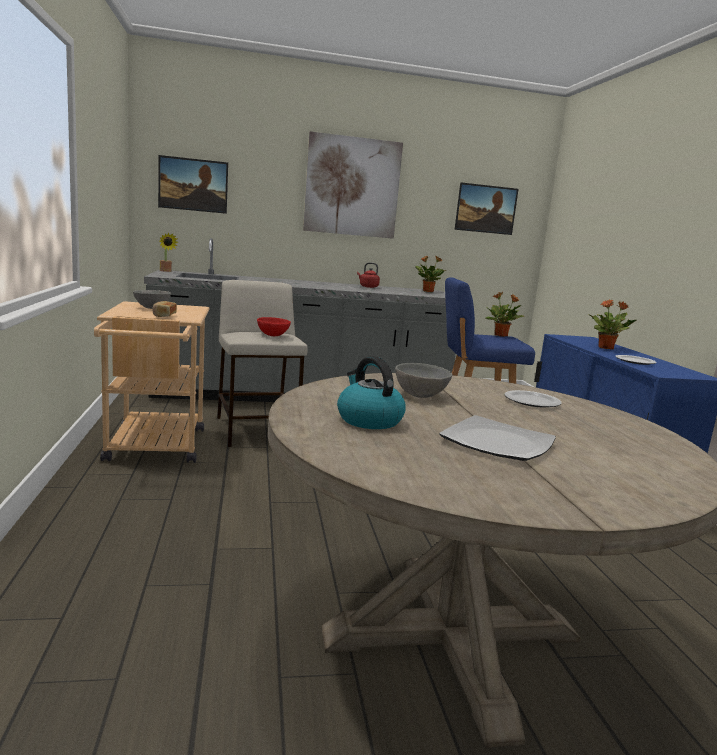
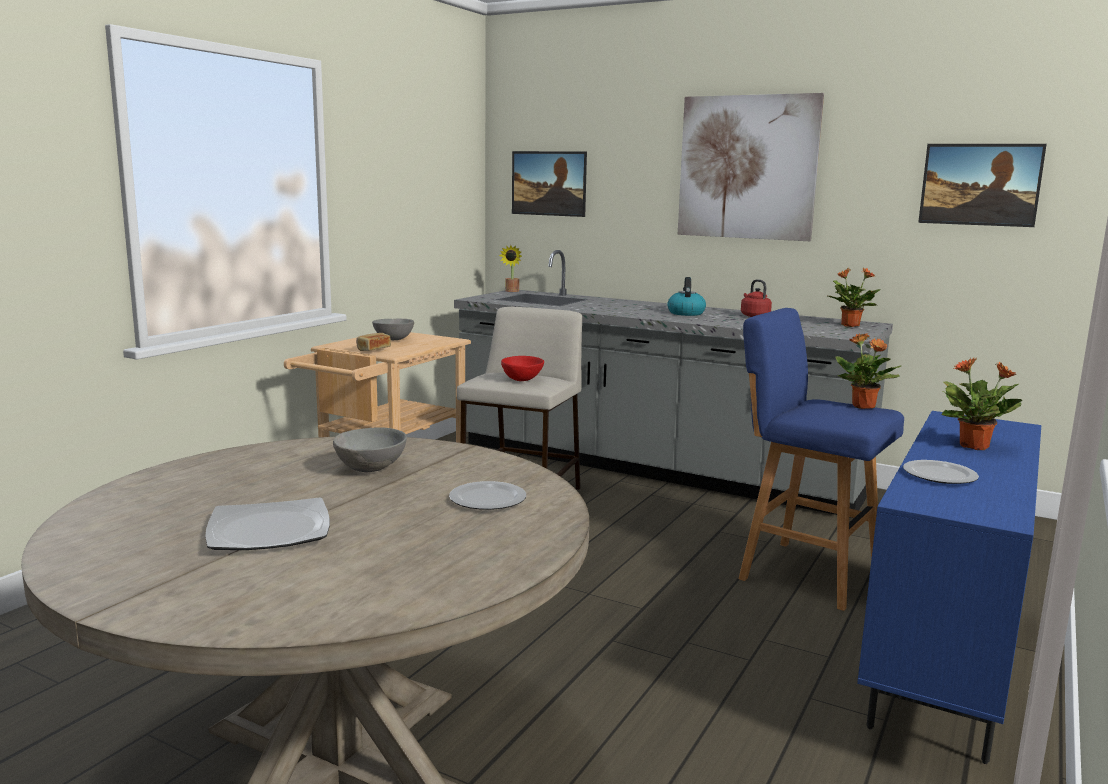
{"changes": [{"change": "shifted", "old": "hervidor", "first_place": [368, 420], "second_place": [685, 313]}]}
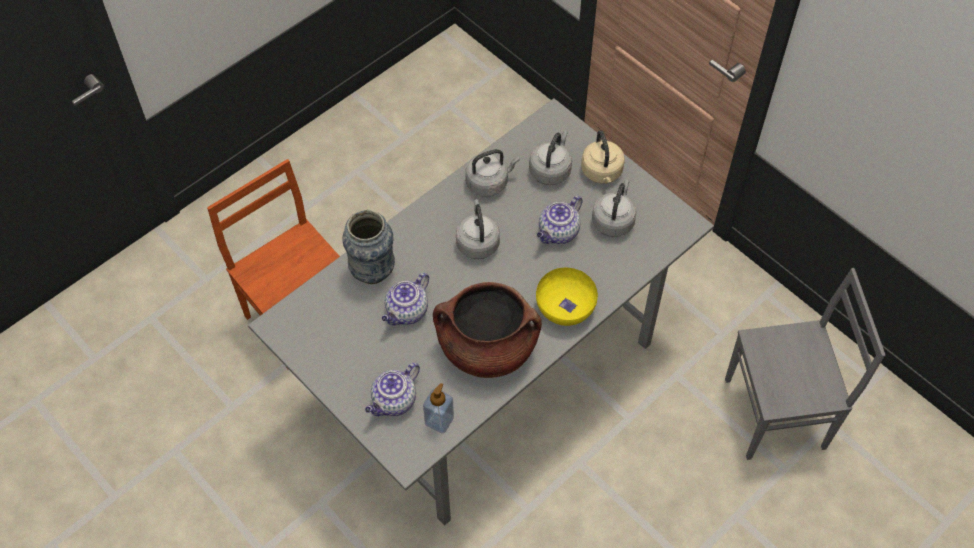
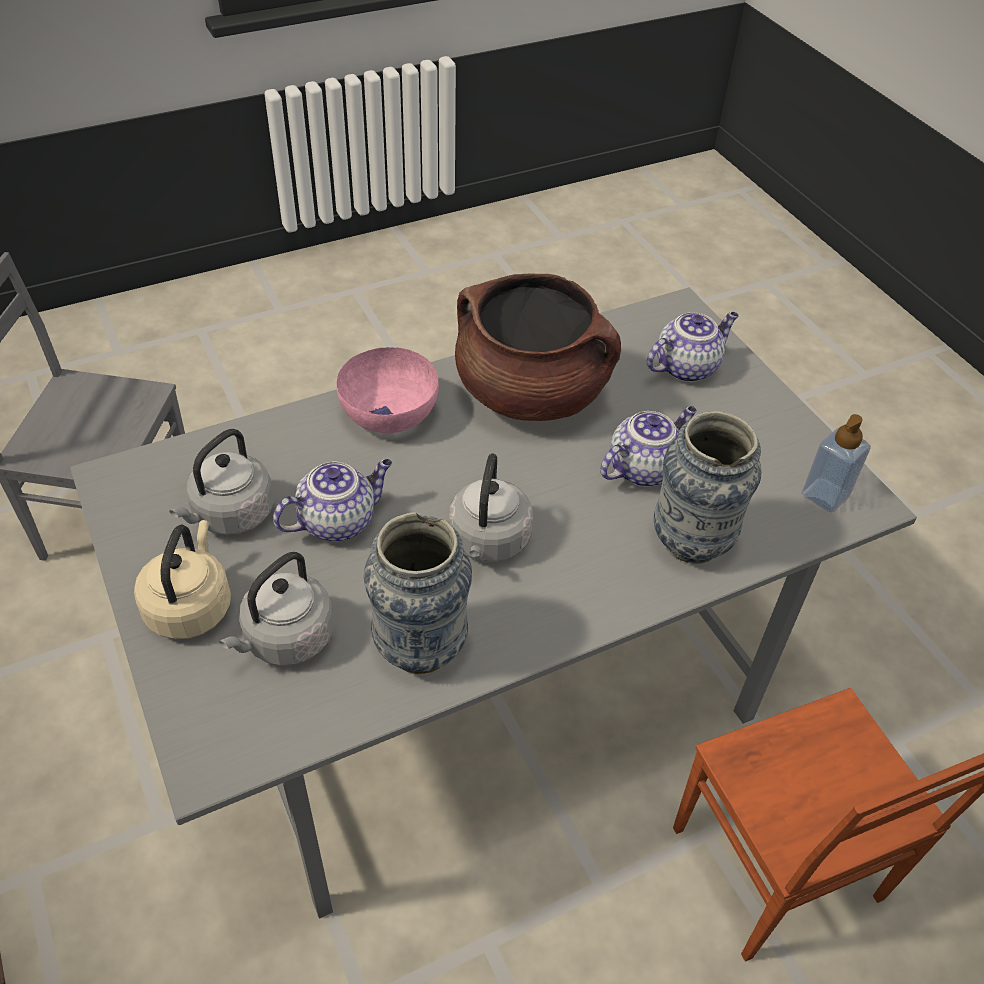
{"changes": [{"change": "swapped", "old": "hervidor/gris", "new": "florero", "first_place": [489, 182], "second_place": [420, 648]}, {"change": "repainted", "old": "cuenco/amarillo", "new": "cuenco/rosa", "first_place": [564, 307], "second_place": [390, 414]}, {"change": "shifted", "old": "dispensador de jabón", "first_place": [439, 420], "second_place": [825, 495]}]}
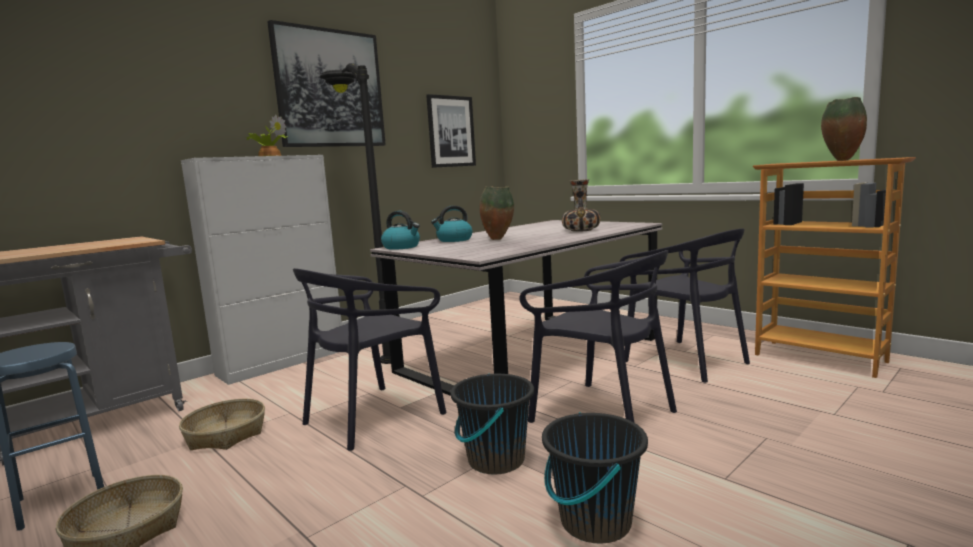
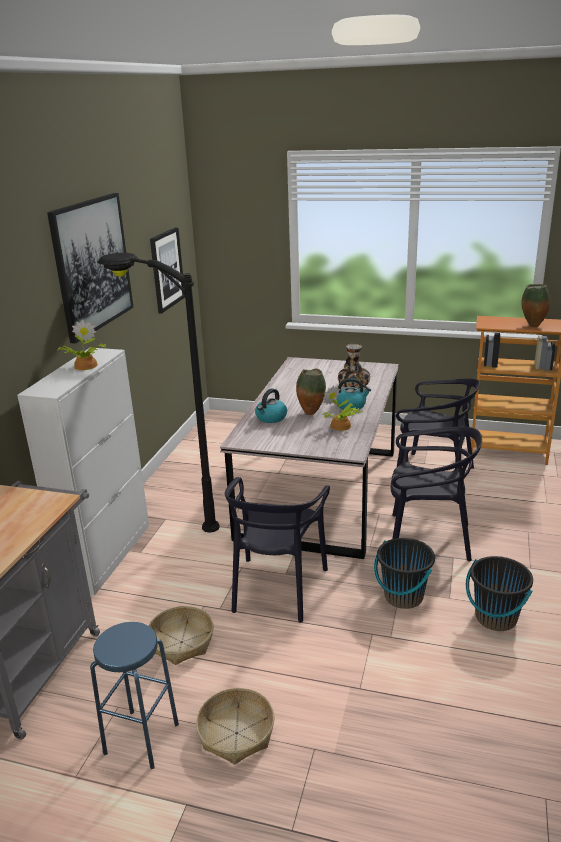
{"changes": [{"change": "shifted", "old": "hervidor", "first_place": [402, 247], "second_place": [351, 405]}, {"change": "new", "new": "planta en maceta", "second_place": [340, 426]}]}
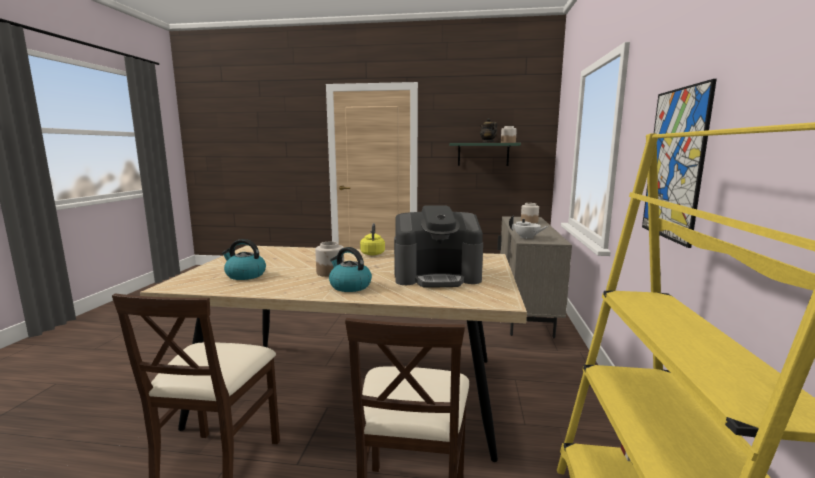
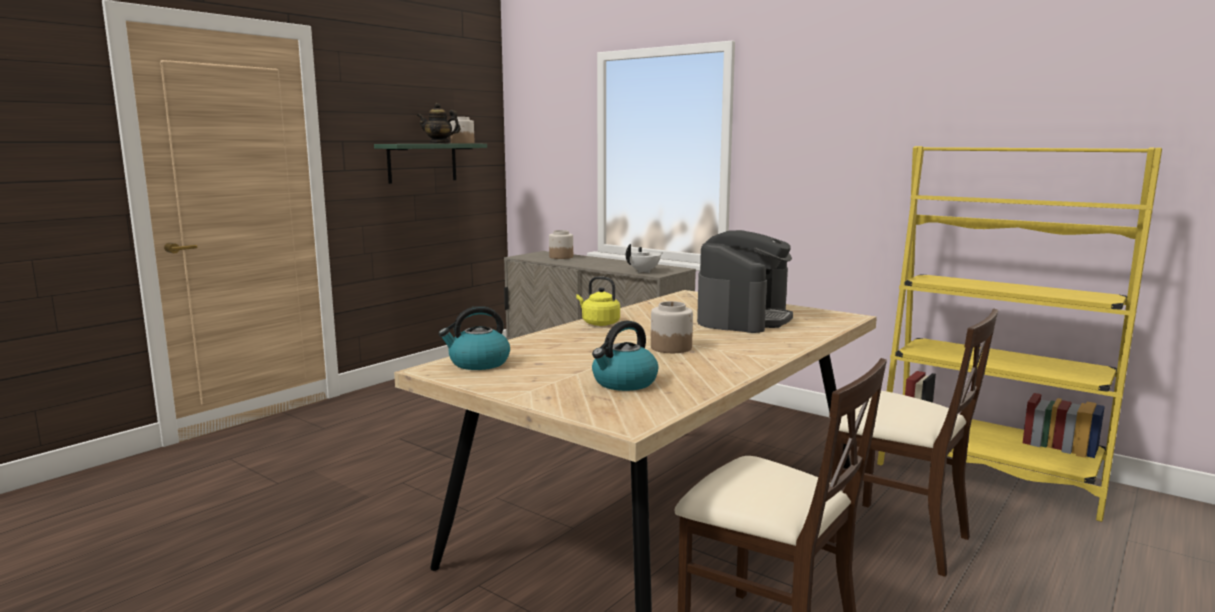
{"changes": [{"change": "gone", "old": "cuadro", "first_place": [675, 164]}, {"change": "shifted", "old": "hervidor", "first_place": [349, 286], "second_place": [478, 363]}]}
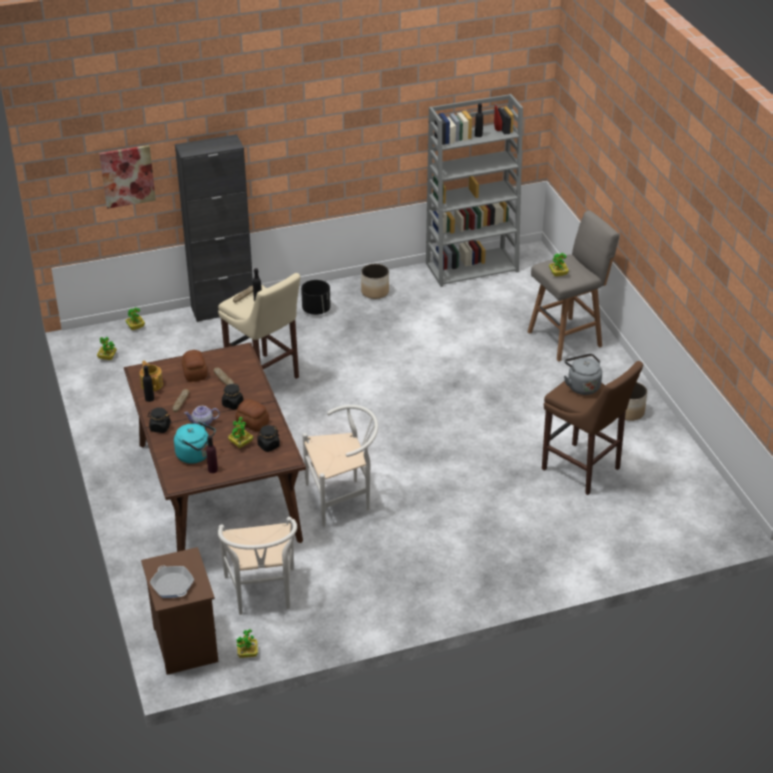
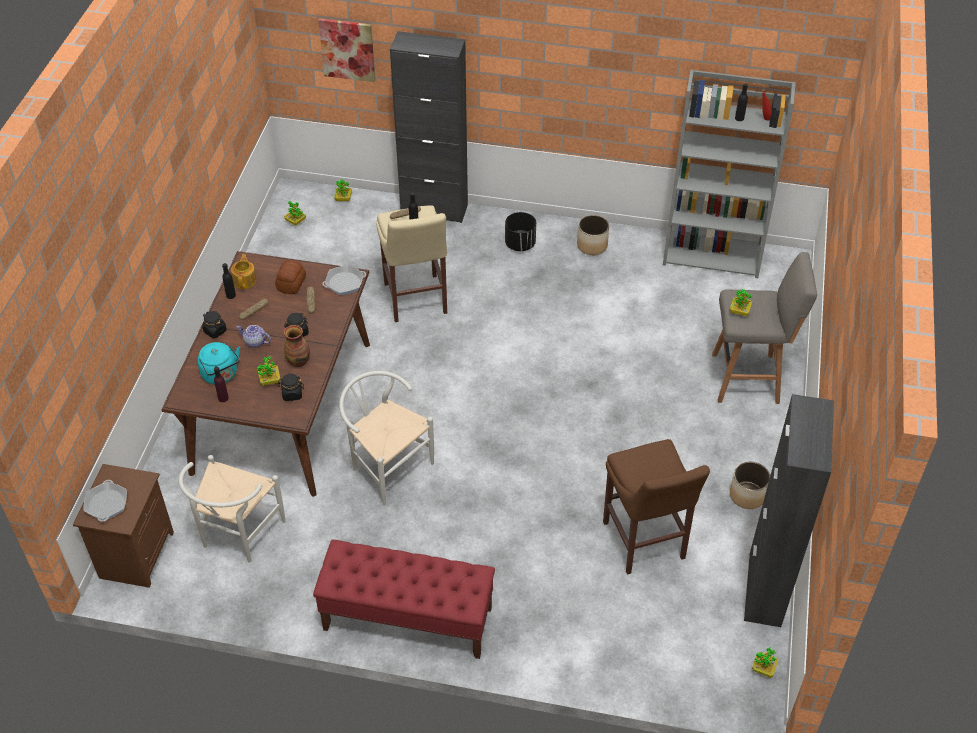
{"changes": [{"change": "gone", "old": "hervidor/gris", "first_place": [582, 386]}, {"change": "swapped", "old": "pan", "new": "florero", "first_place": [252, 422], "second_place": [299, 361]}, {"change": "rotated", "old": "silla/blanco", "first_place": [343, 499], "second_place": [386, 466], "degrees": -150}, {"change": "shifted", "old": "planta en maceta", "first_place": [247, 653], "second_place": [763, 669]}, {"change": "new", "new": "sartén", "second_place": [344, 283]}, {"change": "new", "new": "armario/negro", "second_place": [764, 589]}, {"change": "new", "new": "banco/rojo", "second_place": [407, 619]}]}
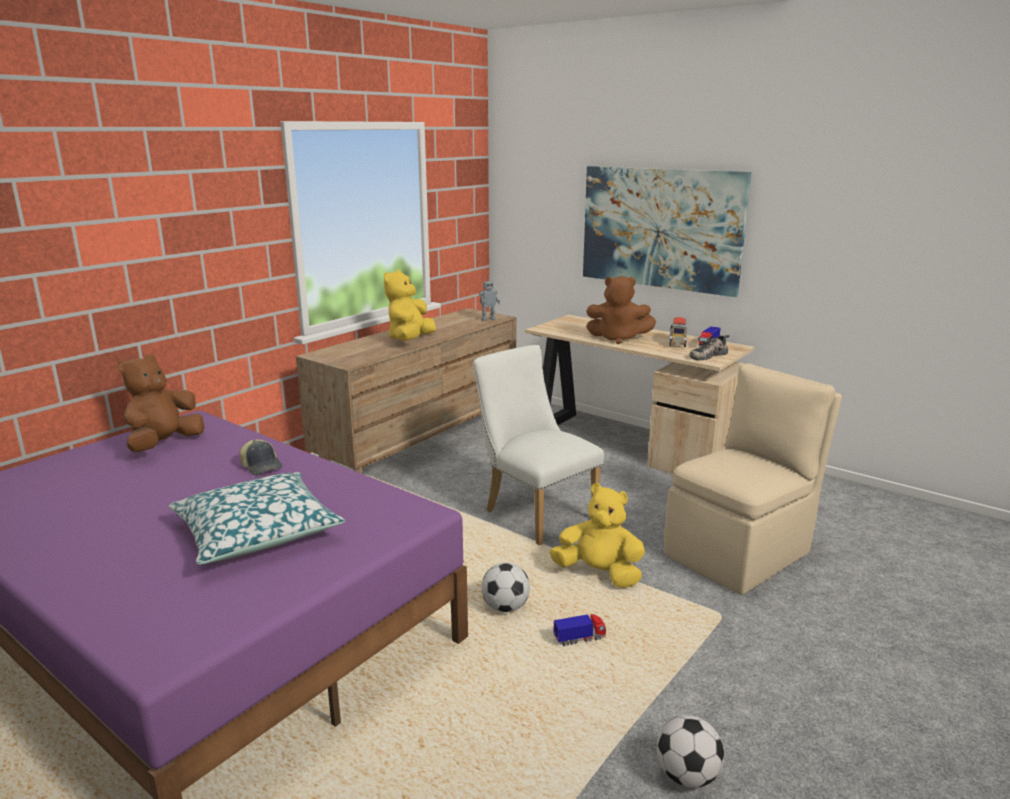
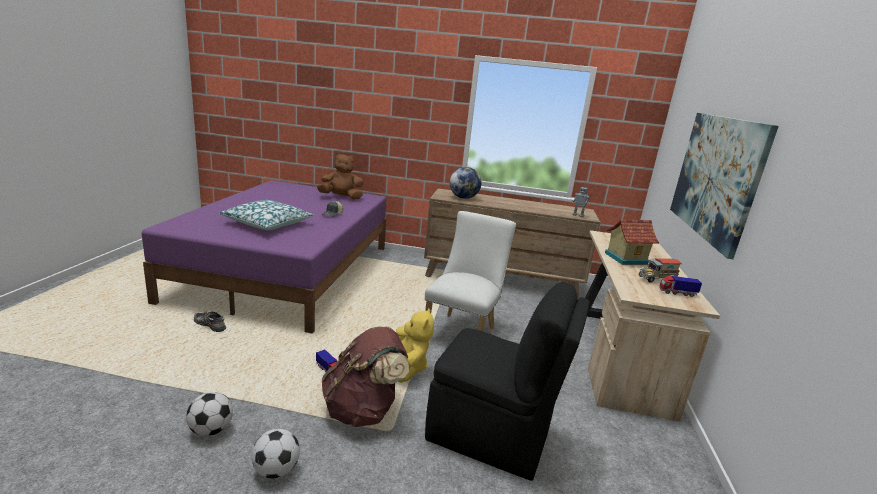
{"changes": [{"change": "gone", "old": "peluche/amarillo", "first_place": [410, 340]}, {"change": "swapped", "old": "peluche/marrón", "new": "casita", "first_place": [618, 338], "second_place": [625, 258]}, {"change": "shifted", "old": "zapato", "first_place": [707, 355], "second_place": [211, 324]}, {"change": "repainted", "old": "silla/beis", "new": "silla/negro", "first_place": [740, 552], "second_place": [492, 434]}, {"change": "shifted", "old": "balón de fútbol", "first_place": [505, 607], "second_place": [276, 470]}, {"change": "new", "new": "globo terráqueo", "second_place": [463, 198]}, {"change": "new", "new": "mochila/marrón", "second_place": [363, 410]}]}
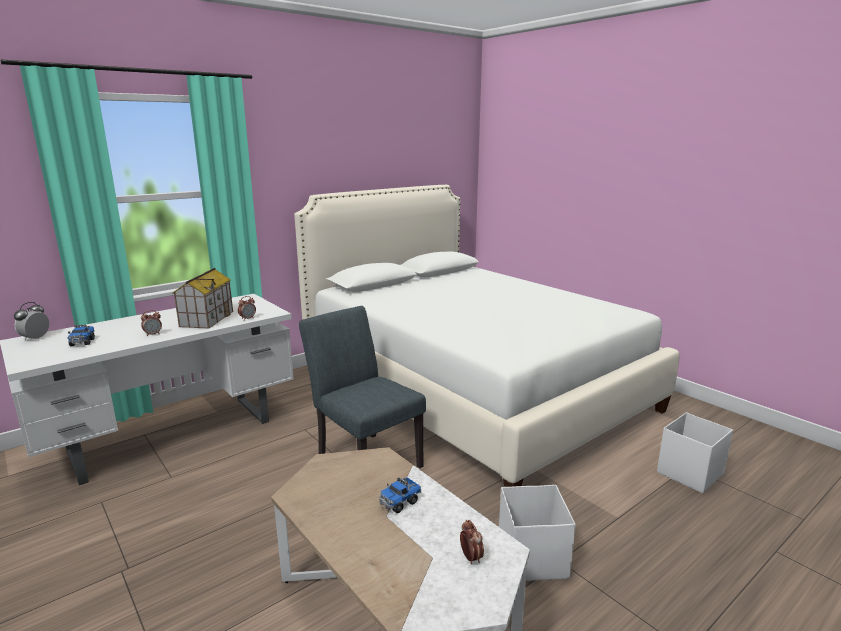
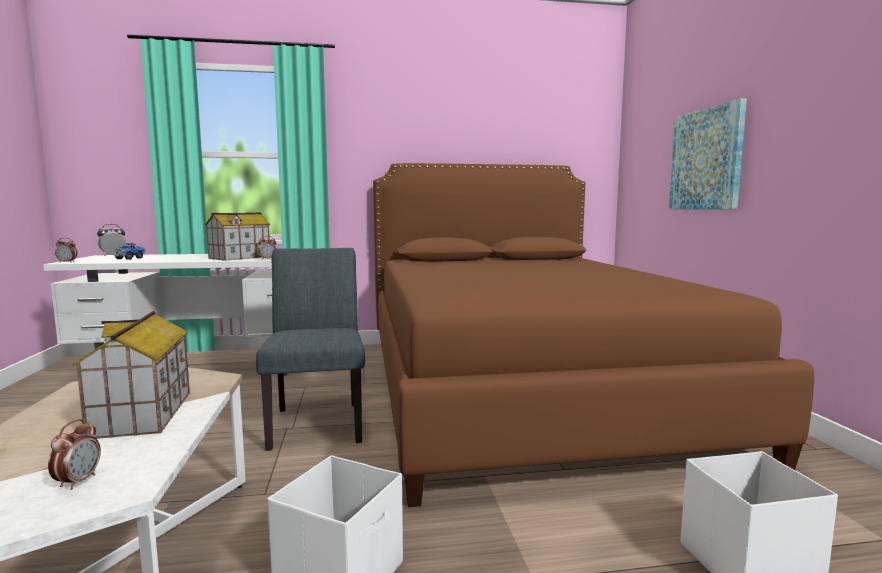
{"changes": [{"change": "repainted", "old": "cama/blanco", "new": "cama/marrón", "first_place": [472, 387], "second_place": [522, 389]}, {"change": "shifted", "old": "despertador", "first_place": [153, 334], "second_place": [67, 262]}, {"change": "swapped", "old": "camión de juguete", "new": "casita", "first_place": [399, 502], "second_place": [143, 414]}, {"change": "new", "new": "cuadro", "second_place": [706, 159]}]}
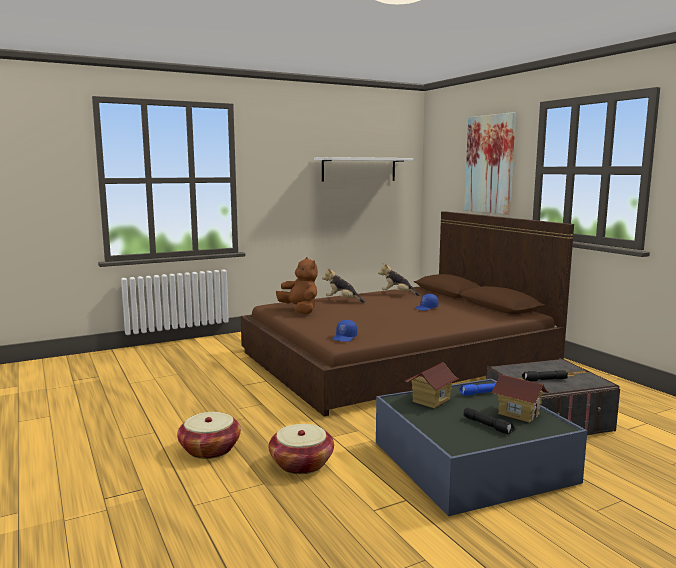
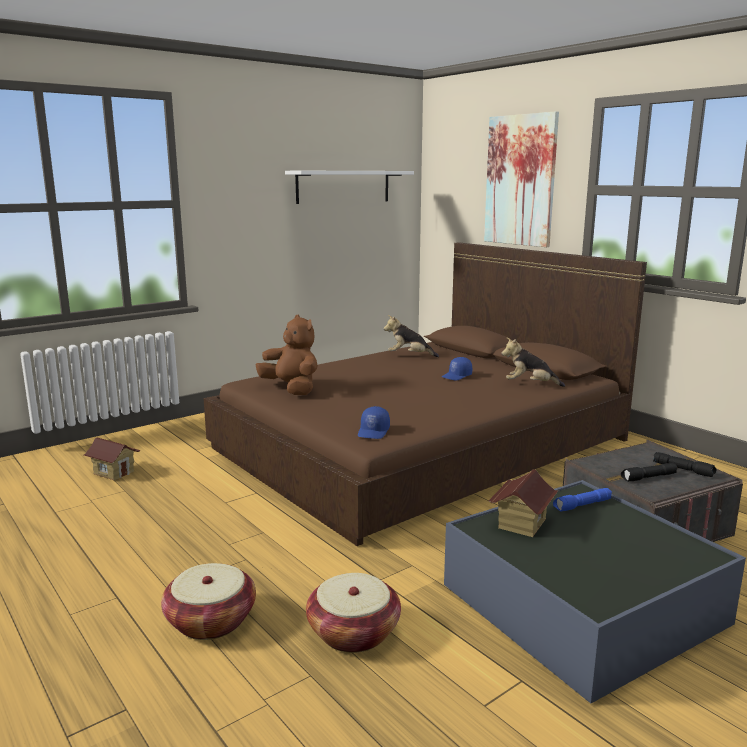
{"changes": [{"change": "shifted", "old": "peluche", "first_place": [342, 300], "second_place": [530, 385]}, {"change": "shifted", "old": "casita", "first_place": [518, 414], "second_place": [114, 472]}, {"change": "shifted", "old": "linterna/negro", "first_place": [488, 426], "second_place": [683, 469]}]}
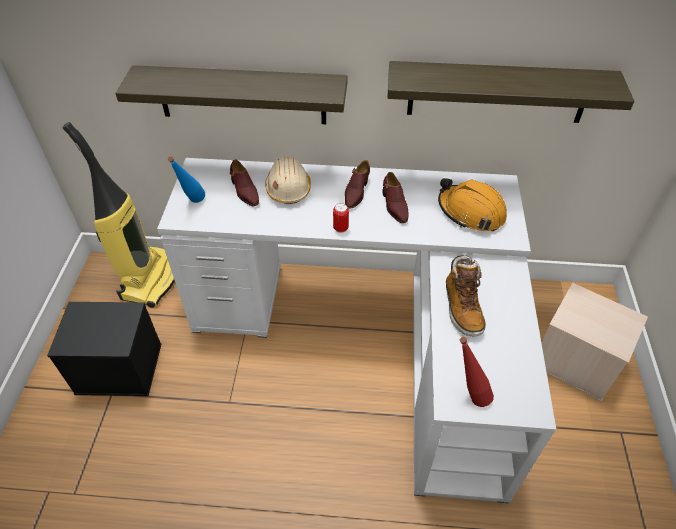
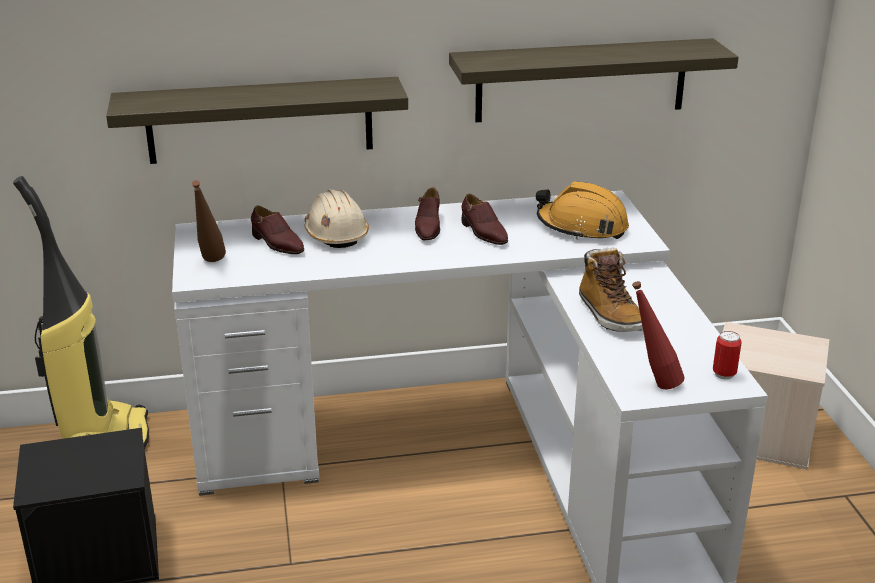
{"changes": [{"change": "repainted", "old": "botella/azul", "new": "botella/marrón", "first_place": [193, 204], "second_place": [210, 263]}, {"change": "shifted", "old": "lata", "first_place": [340, 228], "second_place": [724, 374]}]}
